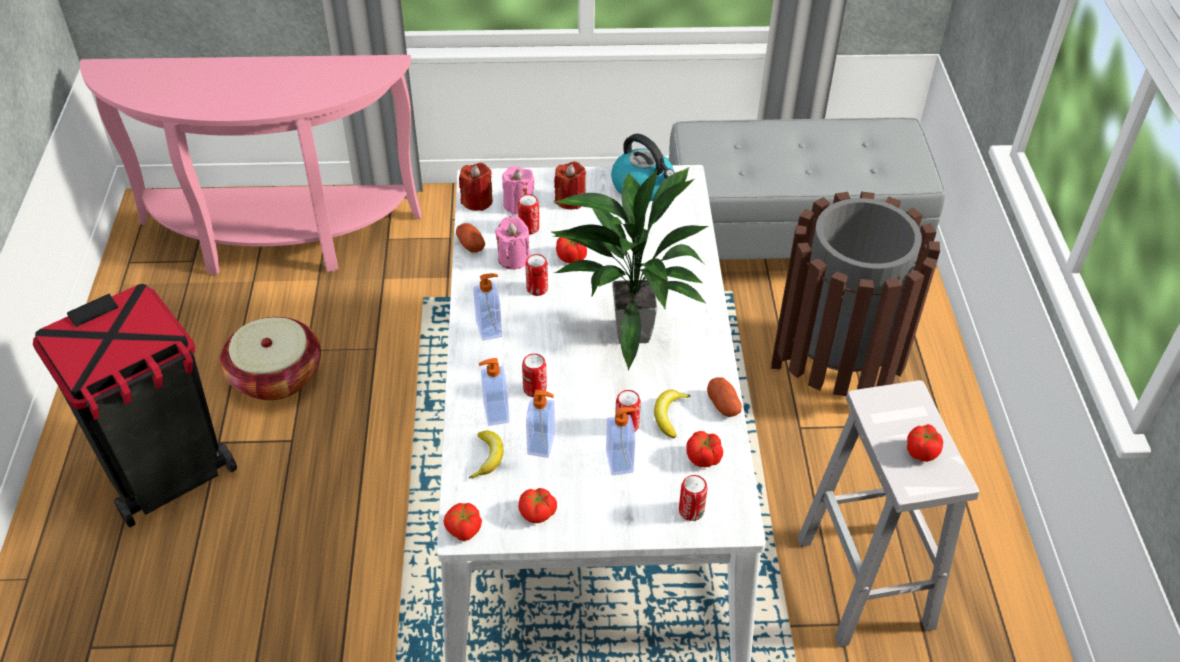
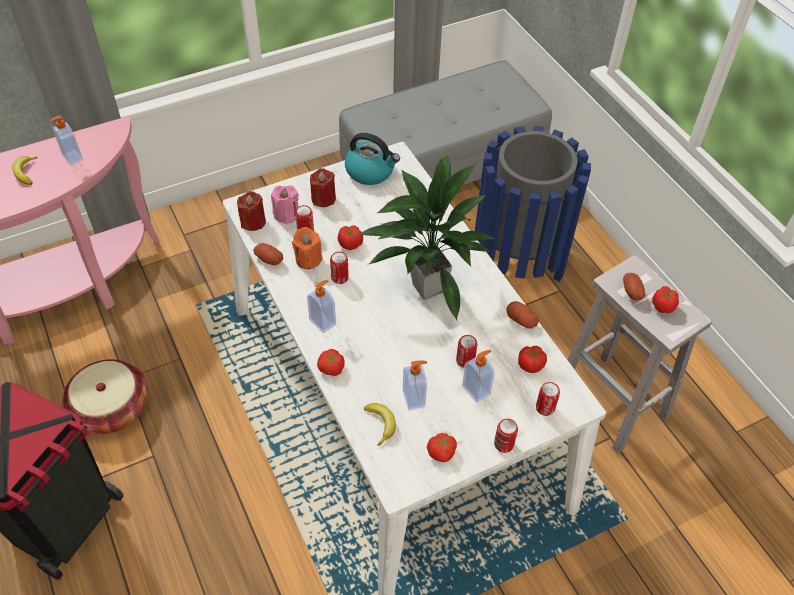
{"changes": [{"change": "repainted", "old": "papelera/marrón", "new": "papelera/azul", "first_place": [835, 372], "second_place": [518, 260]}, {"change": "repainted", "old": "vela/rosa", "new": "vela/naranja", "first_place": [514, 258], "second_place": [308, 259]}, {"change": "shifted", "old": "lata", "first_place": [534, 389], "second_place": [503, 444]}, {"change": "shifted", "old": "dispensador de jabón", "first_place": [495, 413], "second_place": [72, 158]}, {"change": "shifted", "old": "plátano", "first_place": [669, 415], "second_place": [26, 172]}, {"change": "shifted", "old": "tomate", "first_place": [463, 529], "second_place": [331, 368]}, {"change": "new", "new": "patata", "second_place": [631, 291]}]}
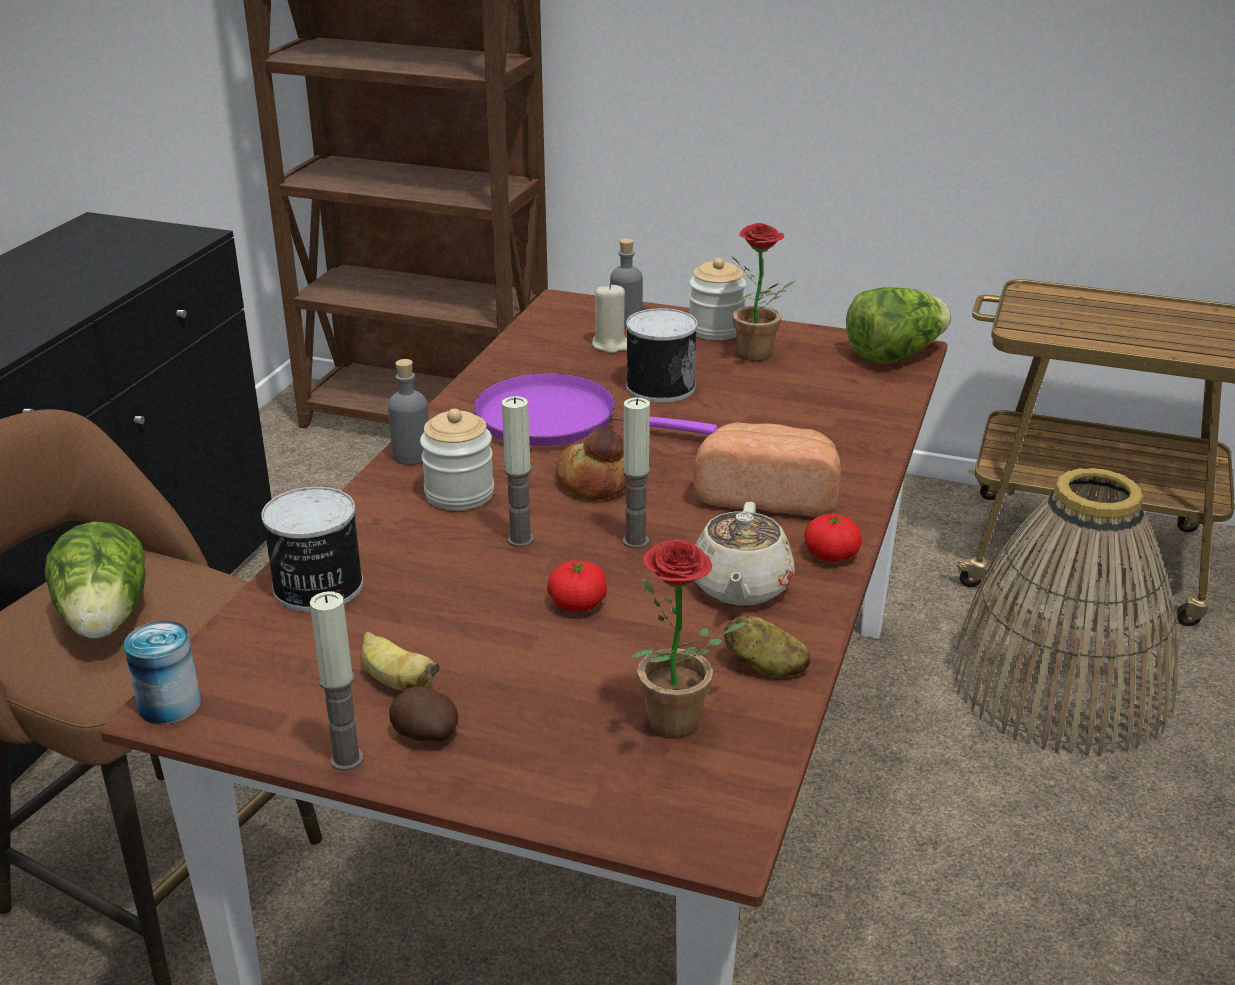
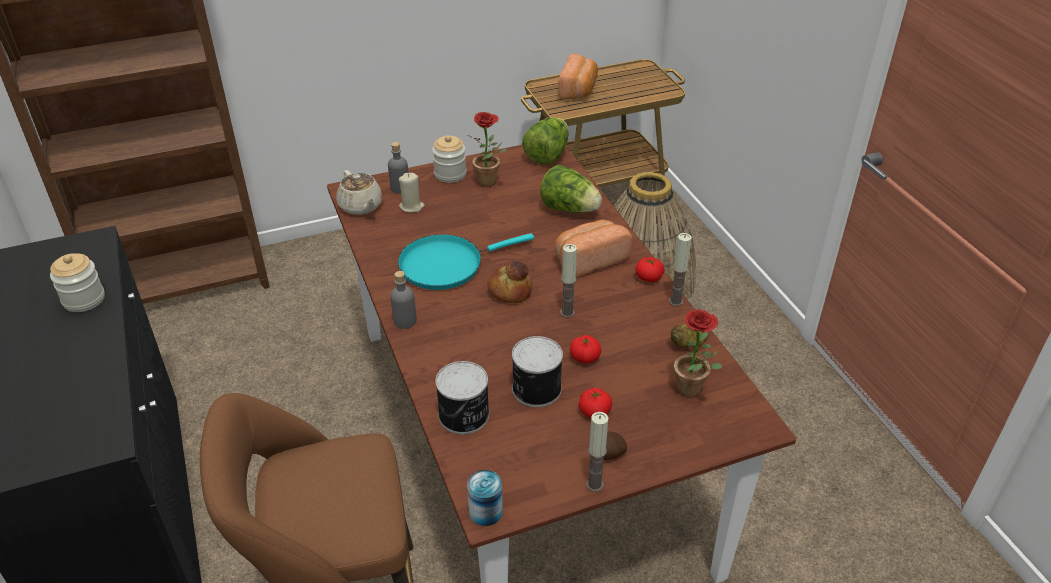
{"changes": [{"change": "shifted", "old": "lata", "first_place": [659, 386], "second_place": [535, 389]}, {"change": "repainted", "old": "sartén/morado", "new": "sartén/turquesa", "first_place": [557, 420], "second_place": [446, 265]}, {"change": "shifted", "old": "vela", "first_place": [520, 539], "second_place": [675, 301]}, {"change": "shifted", "old": "tarro", "first_place": [459, 494], "second_place": [84, 299]}, {"change": "shifted", "old": "tetera/beis", "first_place": [740, 587], "second_place": [361, 206]}, {"change": "shifted", "old": "lechuga", "first_place": [106, 621], "second_place": [569, 209]}, {"change": "gone", "old": "plátano", "first_place": [396, 682]}, {"change": "new", "new": "pan", "second_place": [578, 90]}, {"change": "new", "new": "tomate", "second_place": [594, 411]}]}
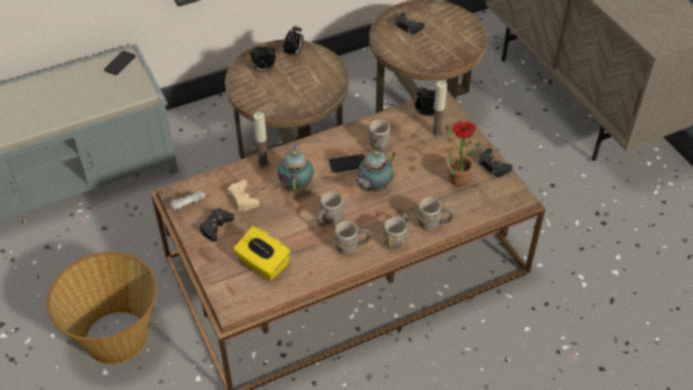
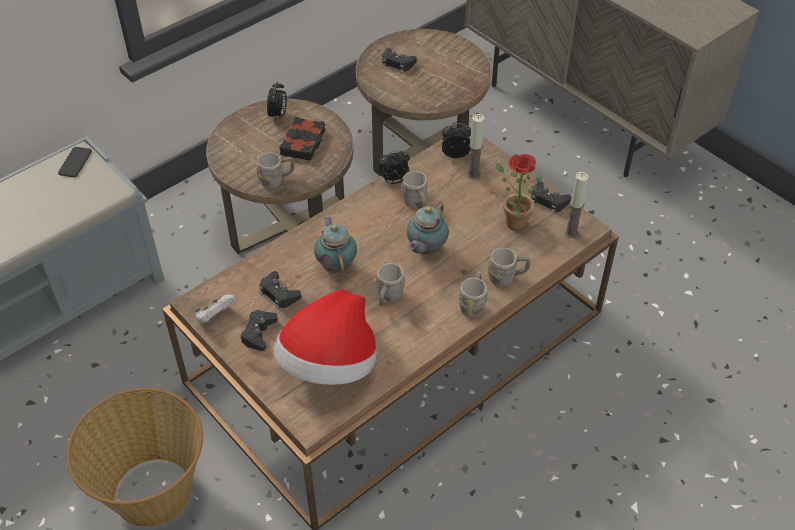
{"changes": [{"change": "shifted", "old": "despertador", "first_place": [264, 69], "second_place": [394, 181]}, {"change": "shifted", "old": "vela", "first_place": [263, 163], "second_place": [571, 233]}, {"change": "gone", "old": "móvil", "first_place": [348, 163]}, {"change": "repainted", "old": "mando de consola/beis", "new": "mando de consola/negro", "first_place": [242, 199], "second_place": [279, 294]}, {"change": "shifted", "old": "taza grande/gris", "first_place": [351, 247], "second_place": [277, 180]}, {"change": "swapped", "old": "caja de pañuelos/amarillo", "new": "sombrero", "first_place": [263, 264], "second_place": [330, 365]}, {"change": "new", "new": "libro/negro", "second_place": [304, 143]}]}
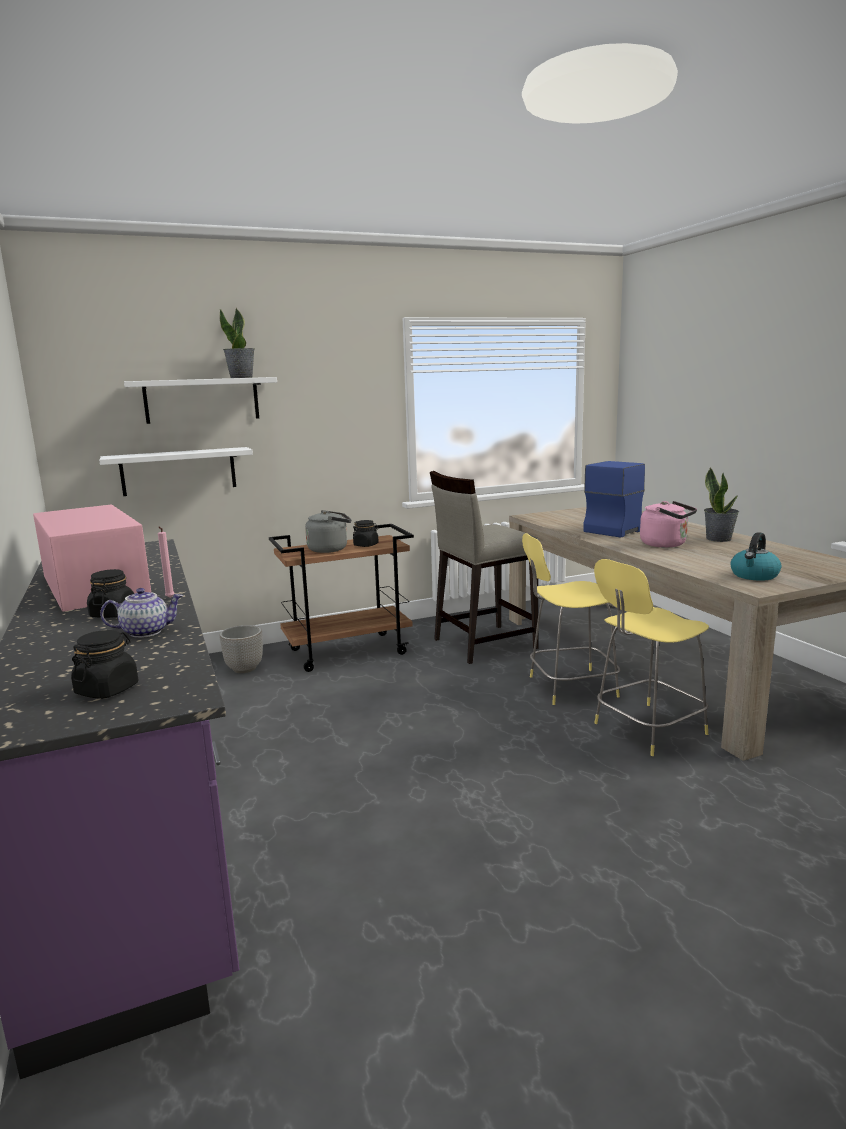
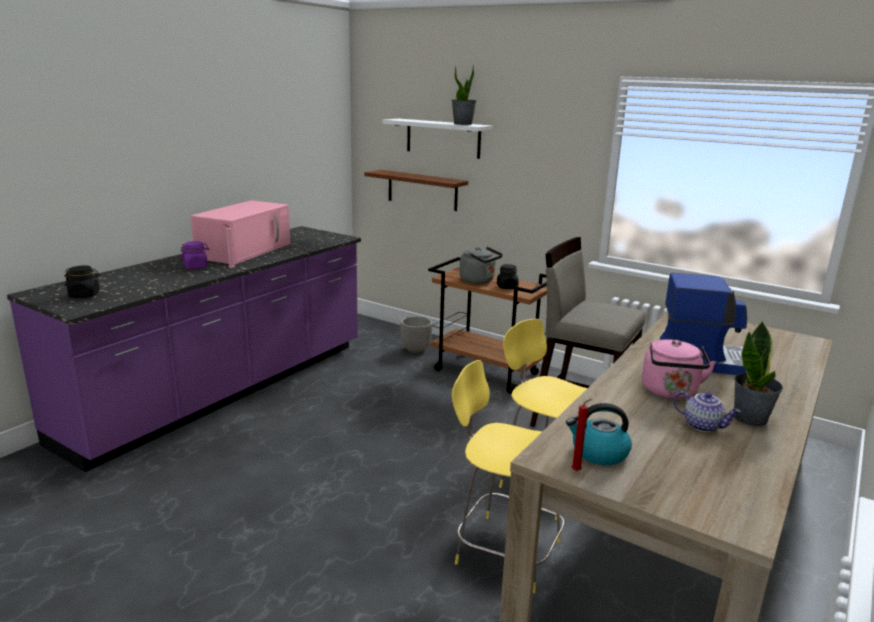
{"changes": [{"change": "repainted", "old": "estante/blanco", "new": "estante/marrón", "first_place": [178, 471], "second_place": [422, 190]}, {"change": "repainted", "old": "tarro/negro", "new": "tarro/morado", "first_place": [113, 613], "second_place": [196, 267]}, {"change": "shifted", "old": "tetera", "first_place": [146, 632], "second_place": [703, 425]}, {"change": "new", "new": "vela/rojo", "second_place": [577, 471]}]}
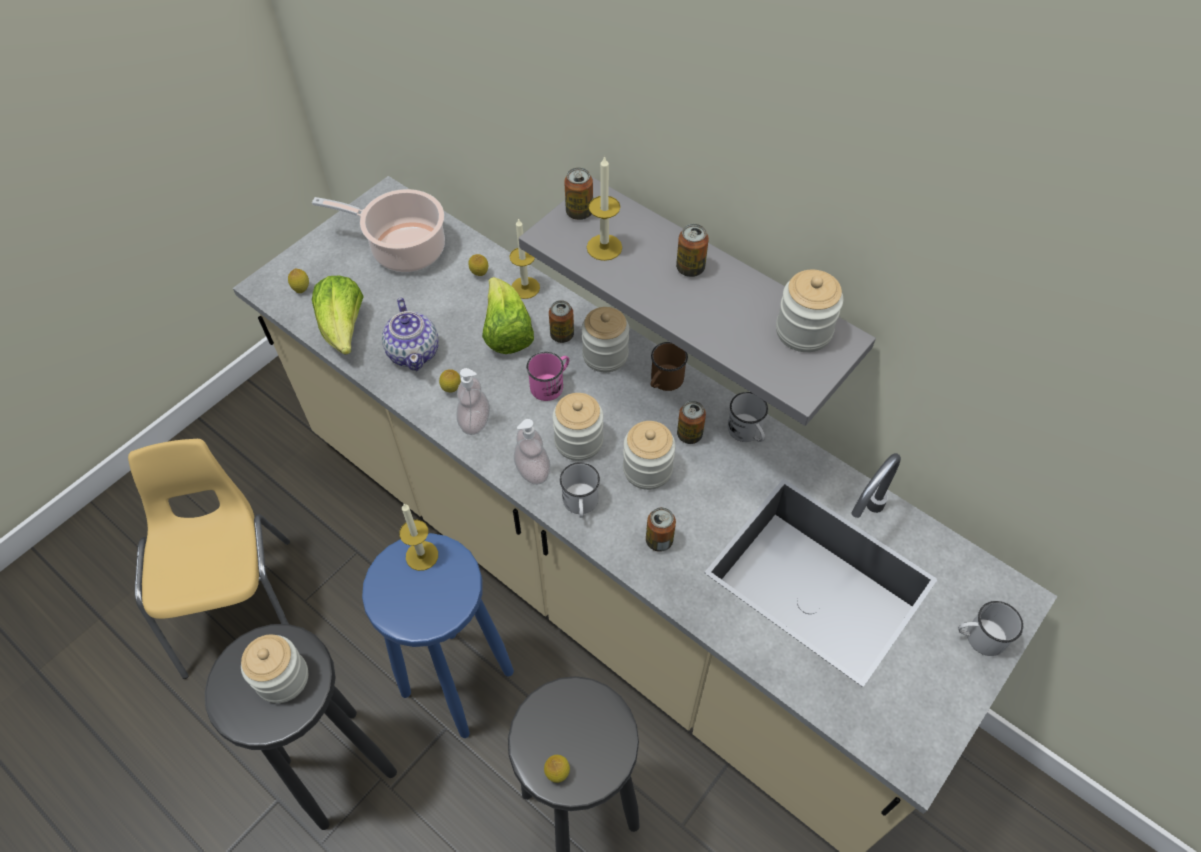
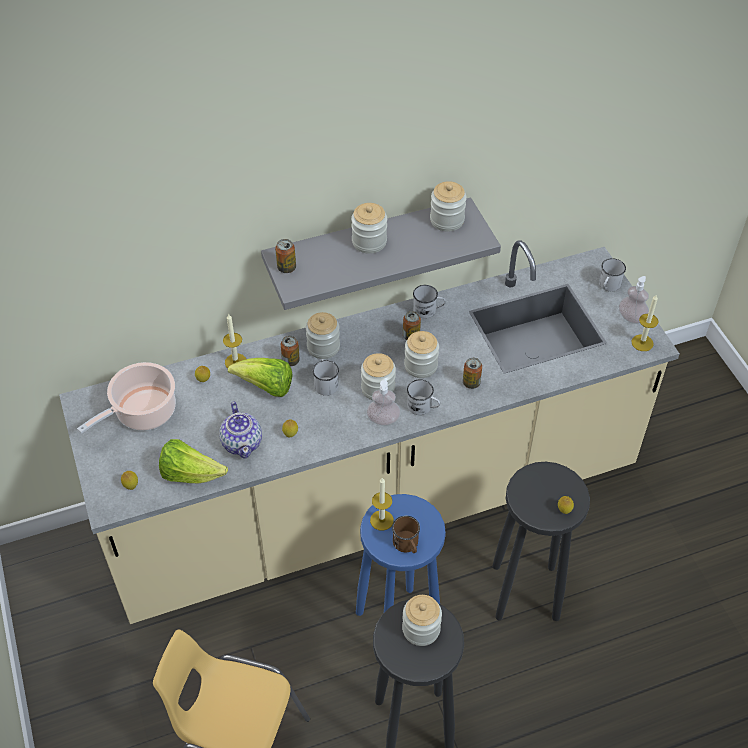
{"changes": [{"change": "shifted", "old": "vela", "first_place": [604, 247], "second_place": [642, 343]}, {"change": "swapped", "old": "lata", "new": "tarro", "first_place": [690, 268], "second_place": [369, 242]}, {"change": "rotated", "old": "tetera", "first_place": [414, 351], "second_place": [242, 442], "degrees": 60}, {"change": "shifted", "old": "taza grande/marrón", "first_place": [664, 382], "second_place": [407, 545]}, {"change": "repainted", "old": "taza grande/rosa", "new": "taza grande/blanco", "first_place": [551, 384], "second_place": [325, 383]}, {"change": "shifted", "old": "dispensador de jabón", "first_place": [475, 421], "second_place": [631, 317]}]}
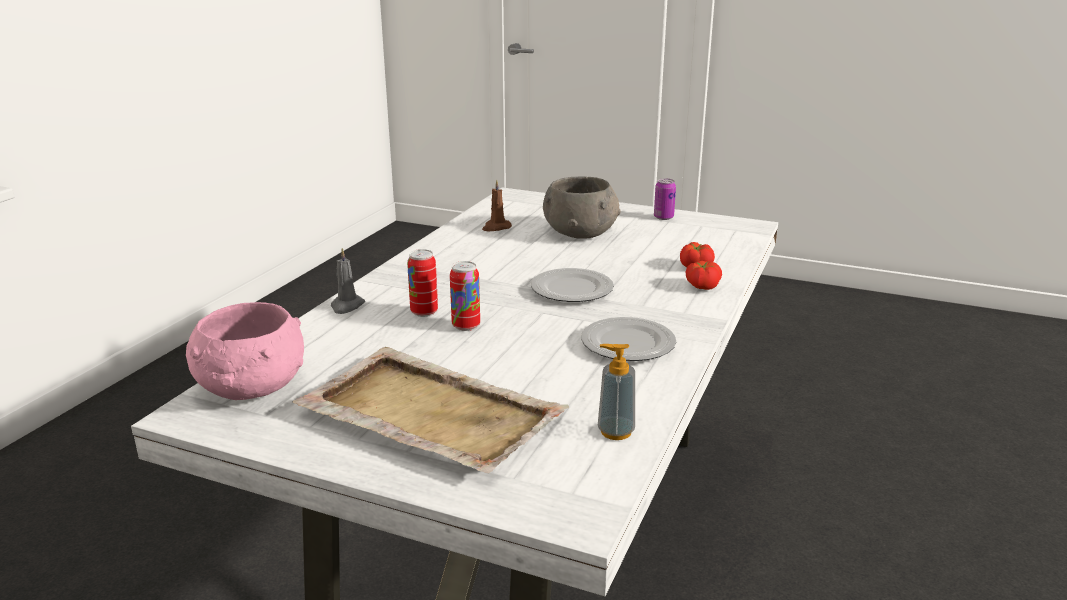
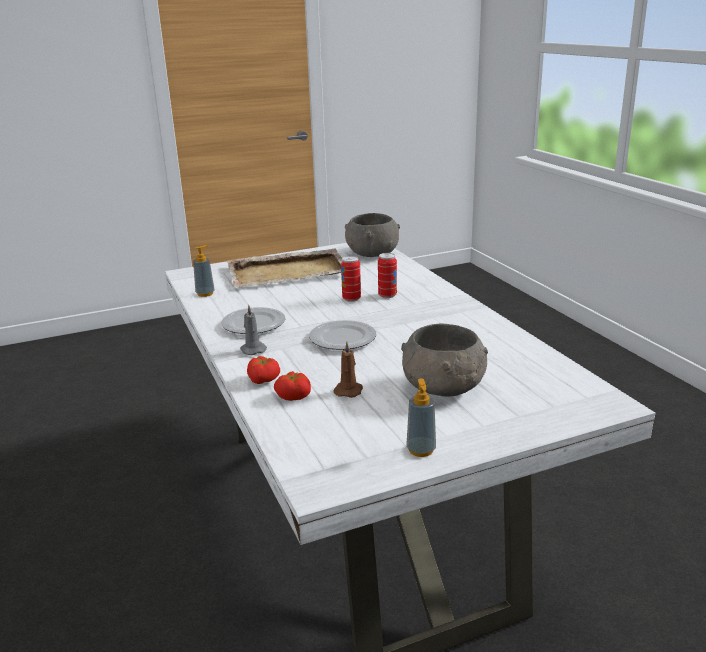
{"changes": [{"change": "swapped", "old": "lata", "new": "dispensador de jabón", "first_place": [663, 217], "second_place": [421, 450]}, {"change": "shifted", "old": "vela/marrón", "first_place": [496, 227], "second_place": [349, 390]}, {"change": "shifted", "old": "vela/gris", "first_place": [347, 306], "second_place": [252, 349]}, {"change": "repainted", "old": "cuenco/rosa", "new": "cuenco/gris", "first_place": [251, 388], "second_place": [372, 253]}]}
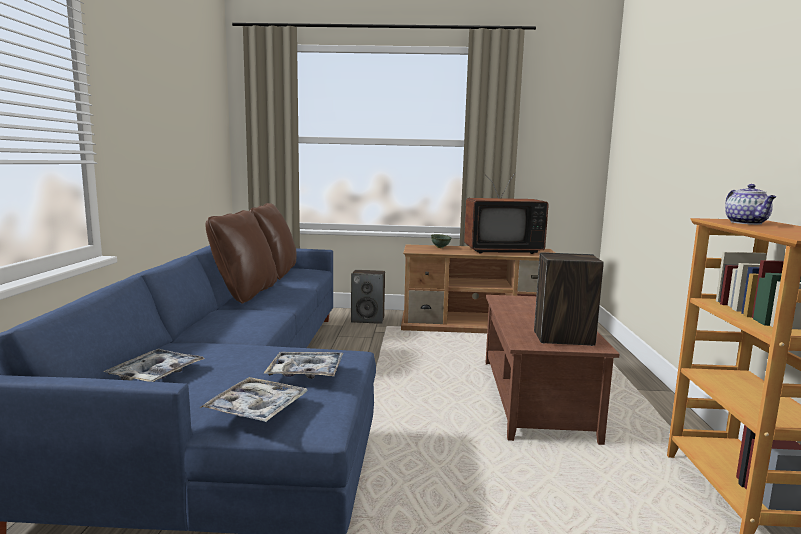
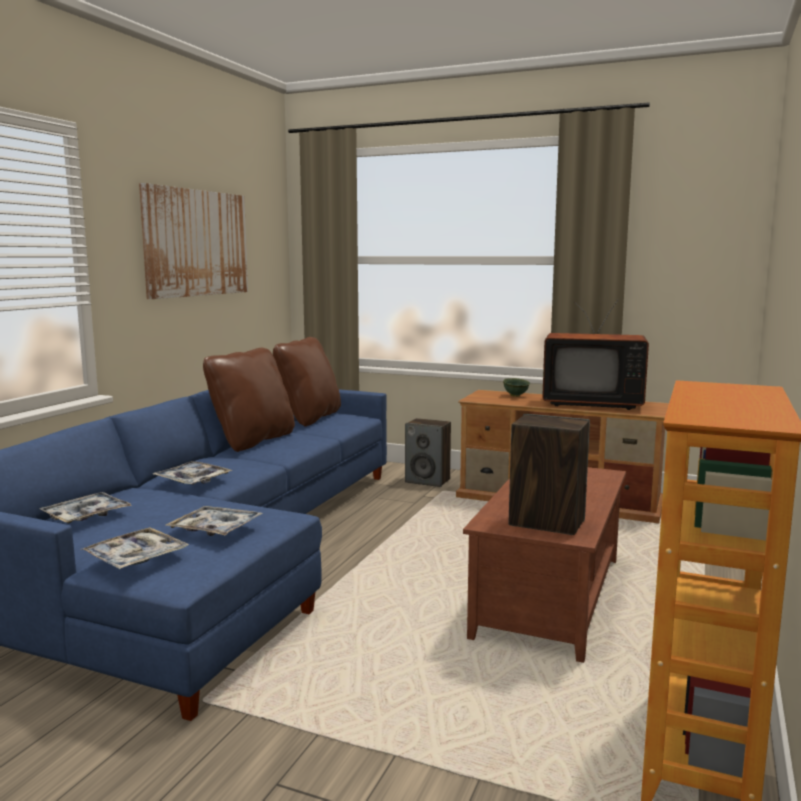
{"changes": [{"change": "gone", "old": "tetera", "first_place": [747, 223]}, {"change": "new", "new": "cuadro", "second_place": [197, 243]}, {"change": "new", "new": "bandeja", "second_place": [192, 480]}]}
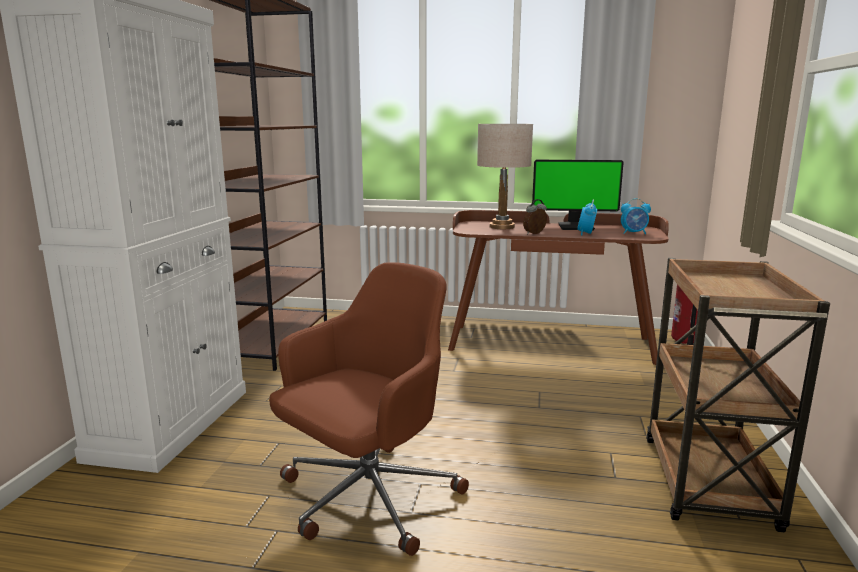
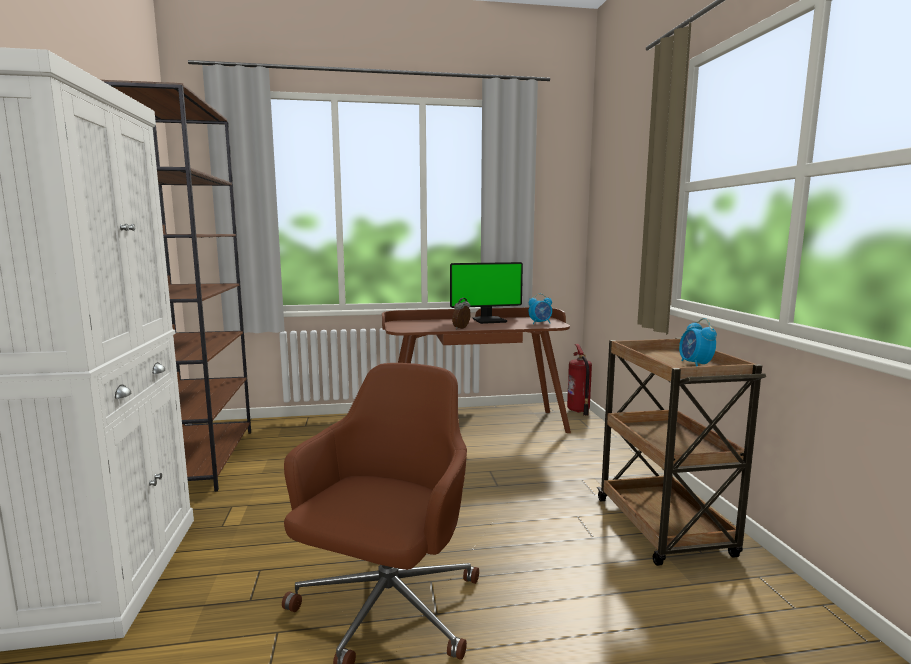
{"changes": [{"change": "gone", "old": "lámpara de mesa/beis", "first_place": [502, 227]}, {"change": "shifted", "old": "despertador", "first_place": [586, 234], "second_place": [695, 364]}]}
